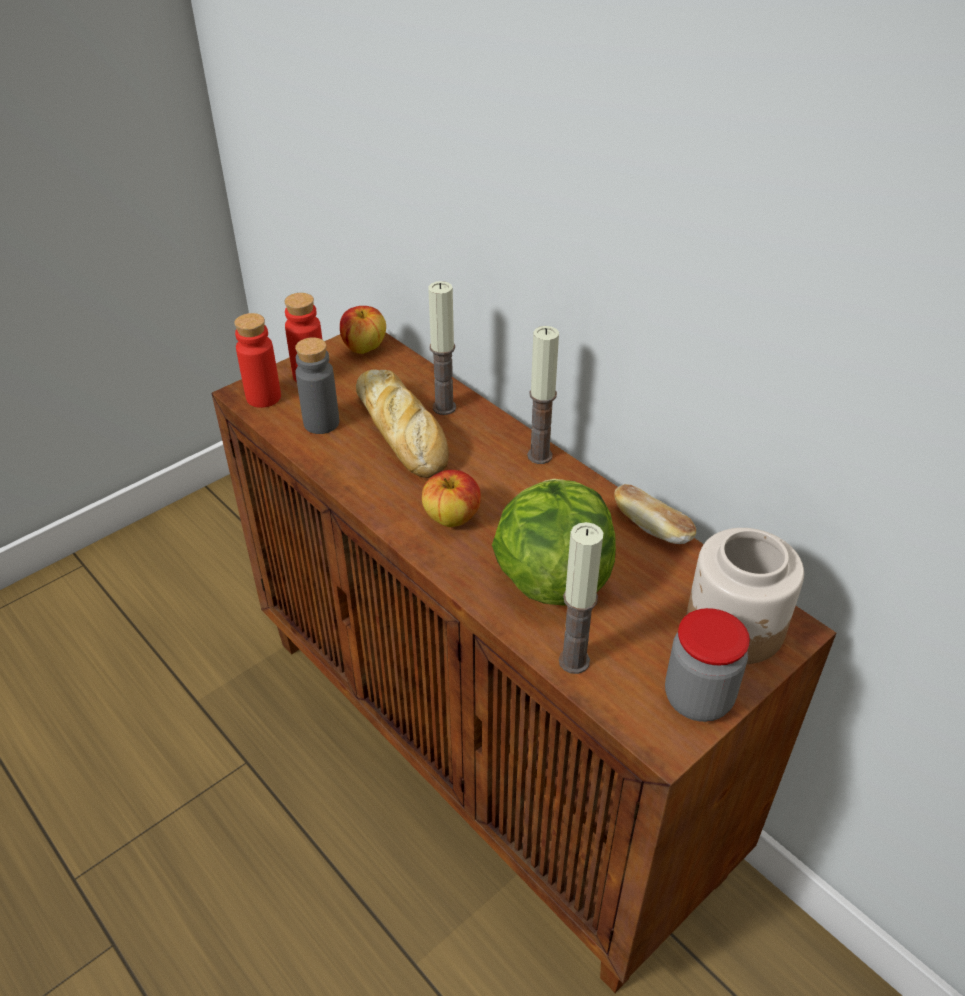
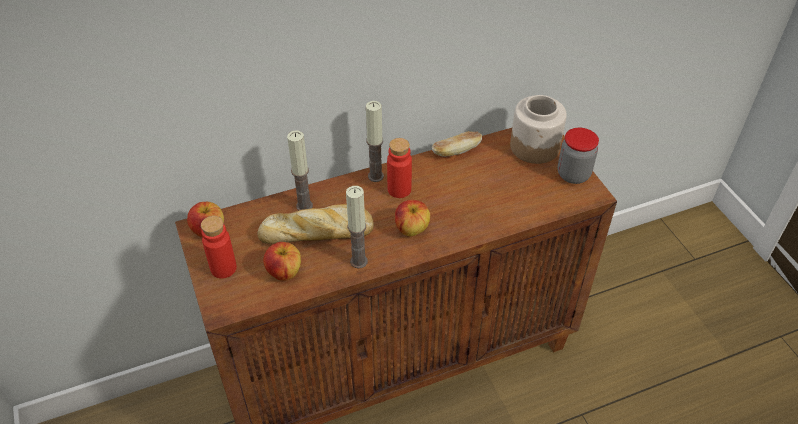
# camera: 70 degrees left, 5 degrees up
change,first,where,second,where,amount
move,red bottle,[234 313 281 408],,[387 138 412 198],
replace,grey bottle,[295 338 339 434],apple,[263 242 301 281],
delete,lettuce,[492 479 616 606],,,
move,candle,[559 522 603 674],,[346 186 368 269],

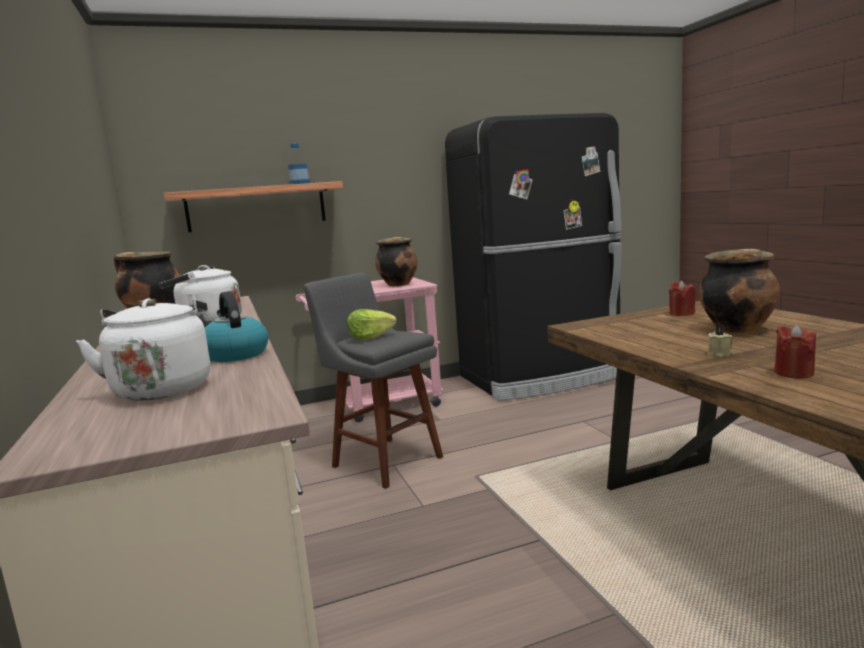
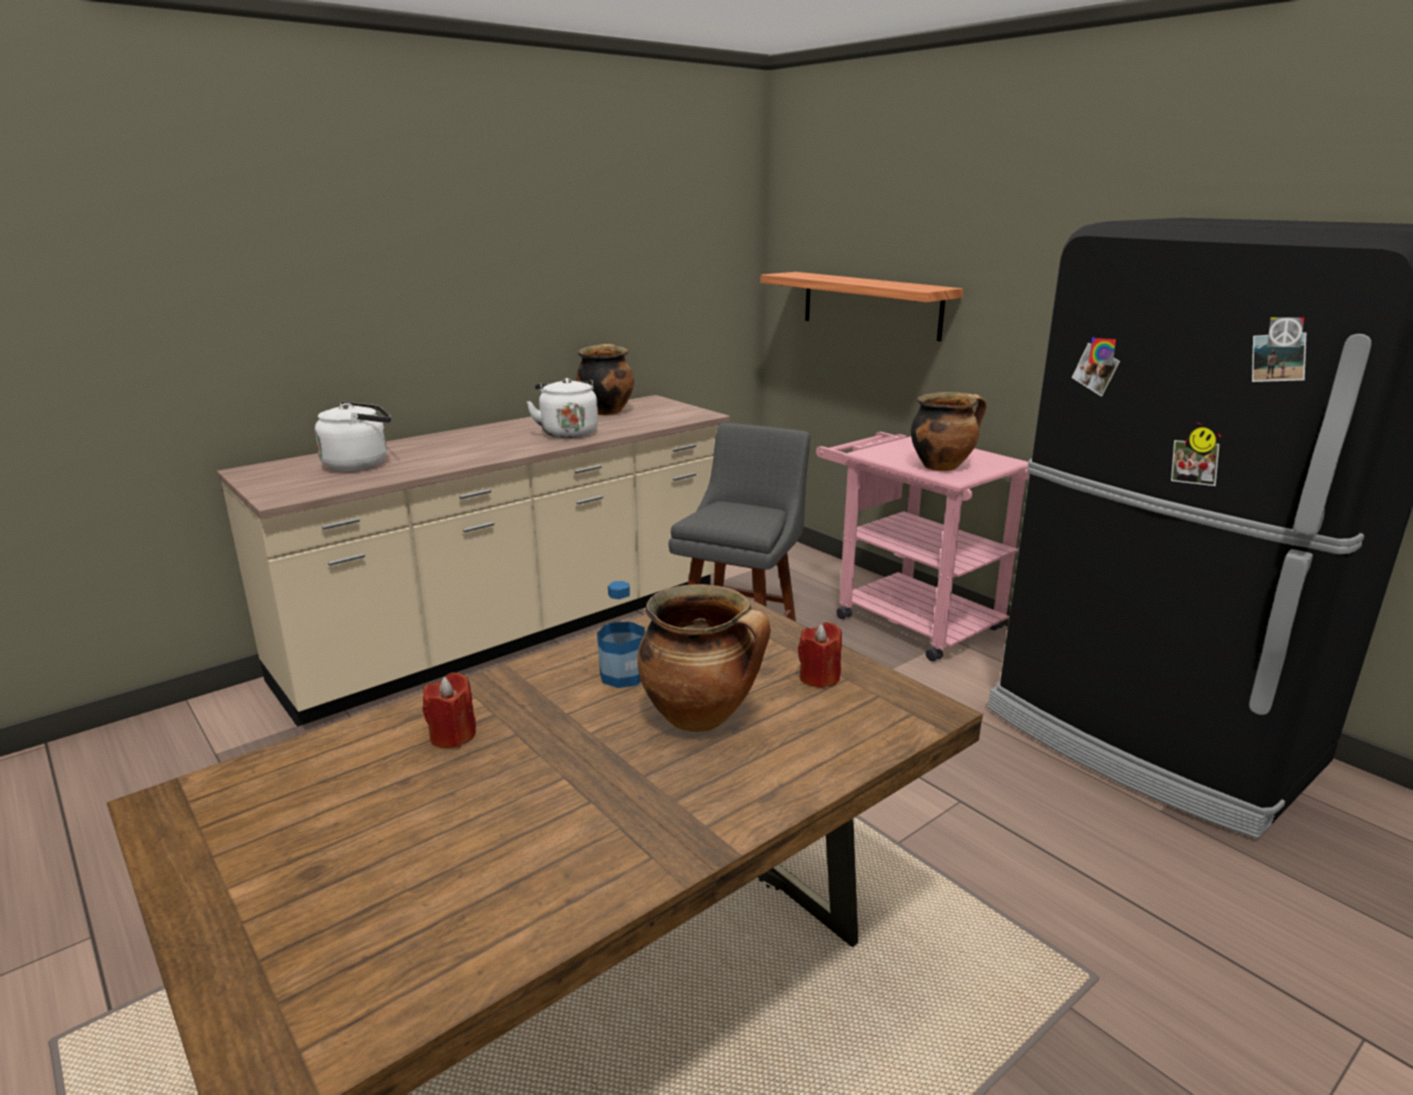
# camera: 70 degrees right, 10 degrees up
change,first,where,second,where,amount
move,bottle,[288 143 310 184],,[597 581 645 688],
delete,kettle,[204 291 269 362],,,
delete,lettuce,[347 309 397 340],,,
delete,beige candle,[708 325 734 357],,,

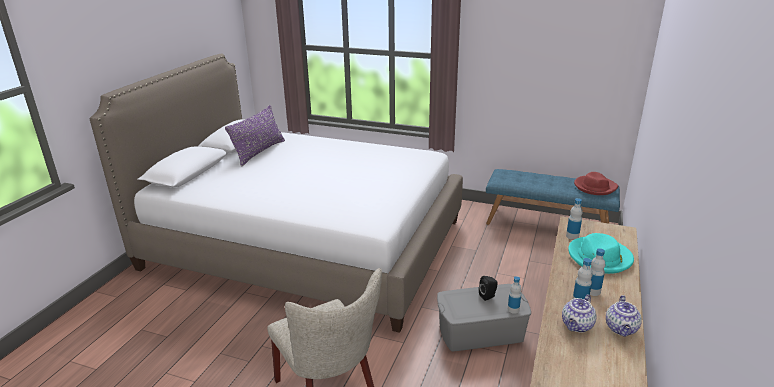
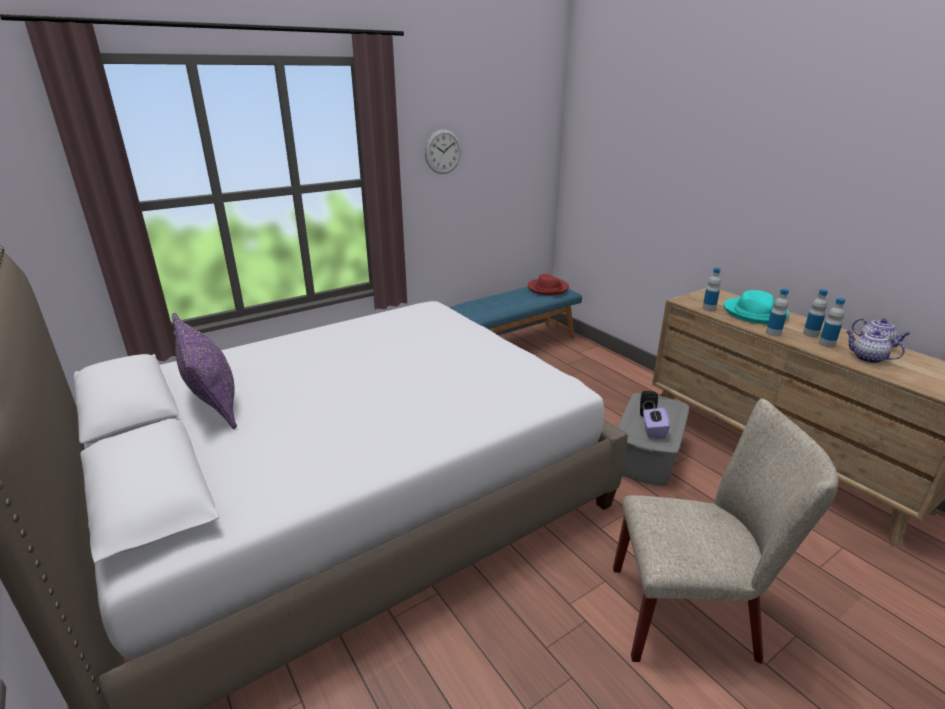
# camera: 55 degrees left, 0 degrees up
change,first,where,second,where,amount
move,bottle,[508 276 521 314],,[766 289 789 337],
rotate,teapot,[562 294 596 332],,[846 331 905 364],150 degrees clockwise
insert,,,wall clock,[425 129 461 174],
insert,,,purple tissue box,[643 408 670 439],

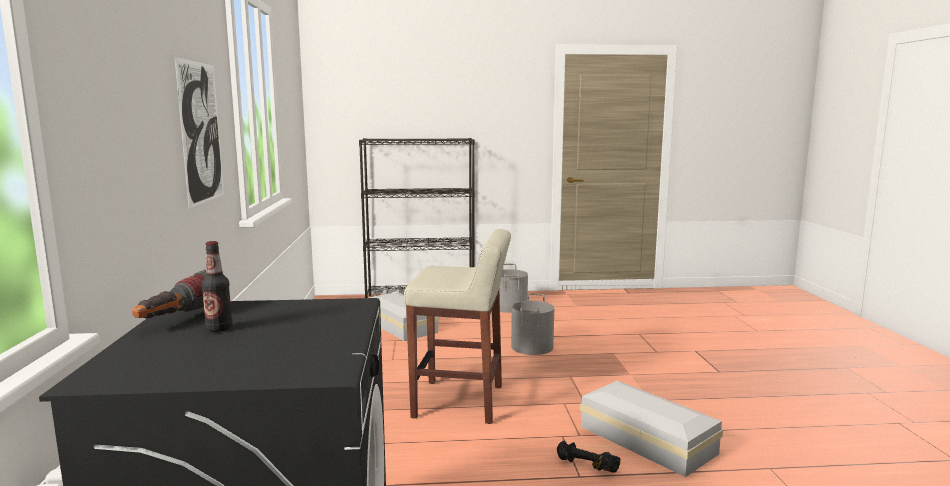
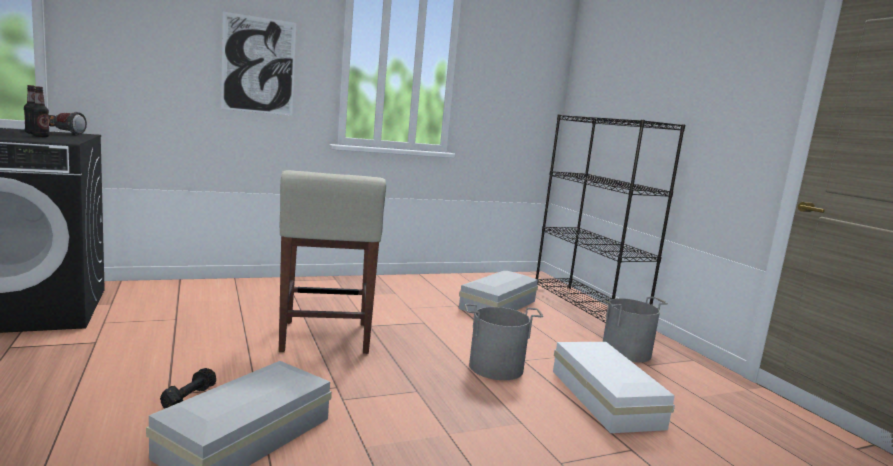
# camera: 70 degrees right, 0 degrees up
change,first,where,second,where,amount
insert,,,bottle,[31 86 50 137],
insert,,,white storage box,[553 342 675 433],

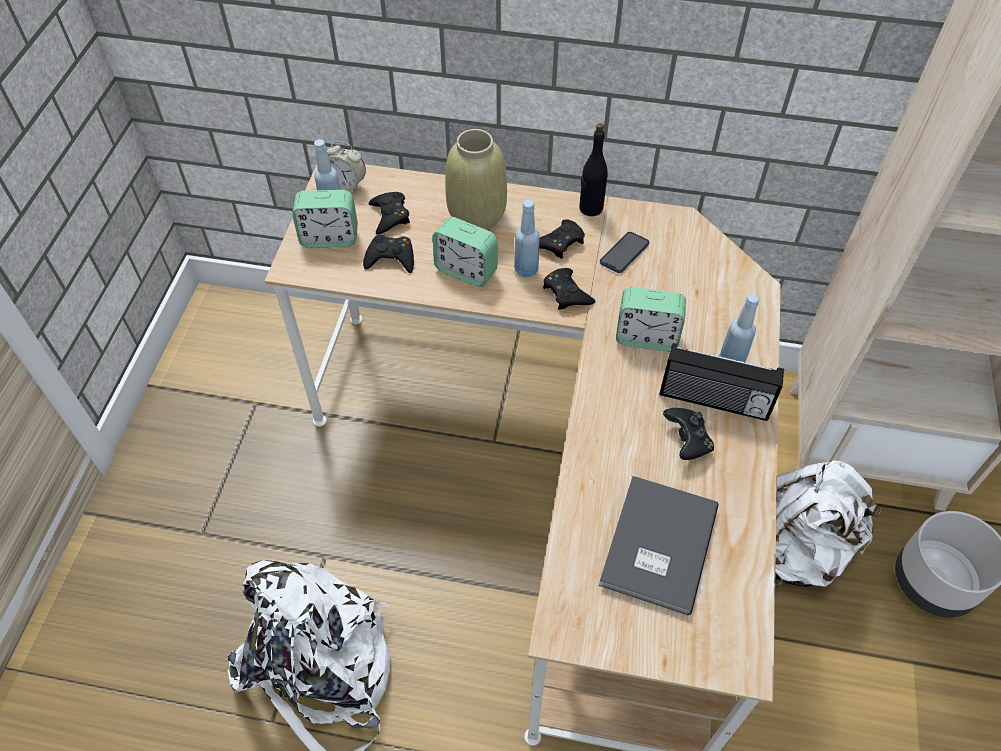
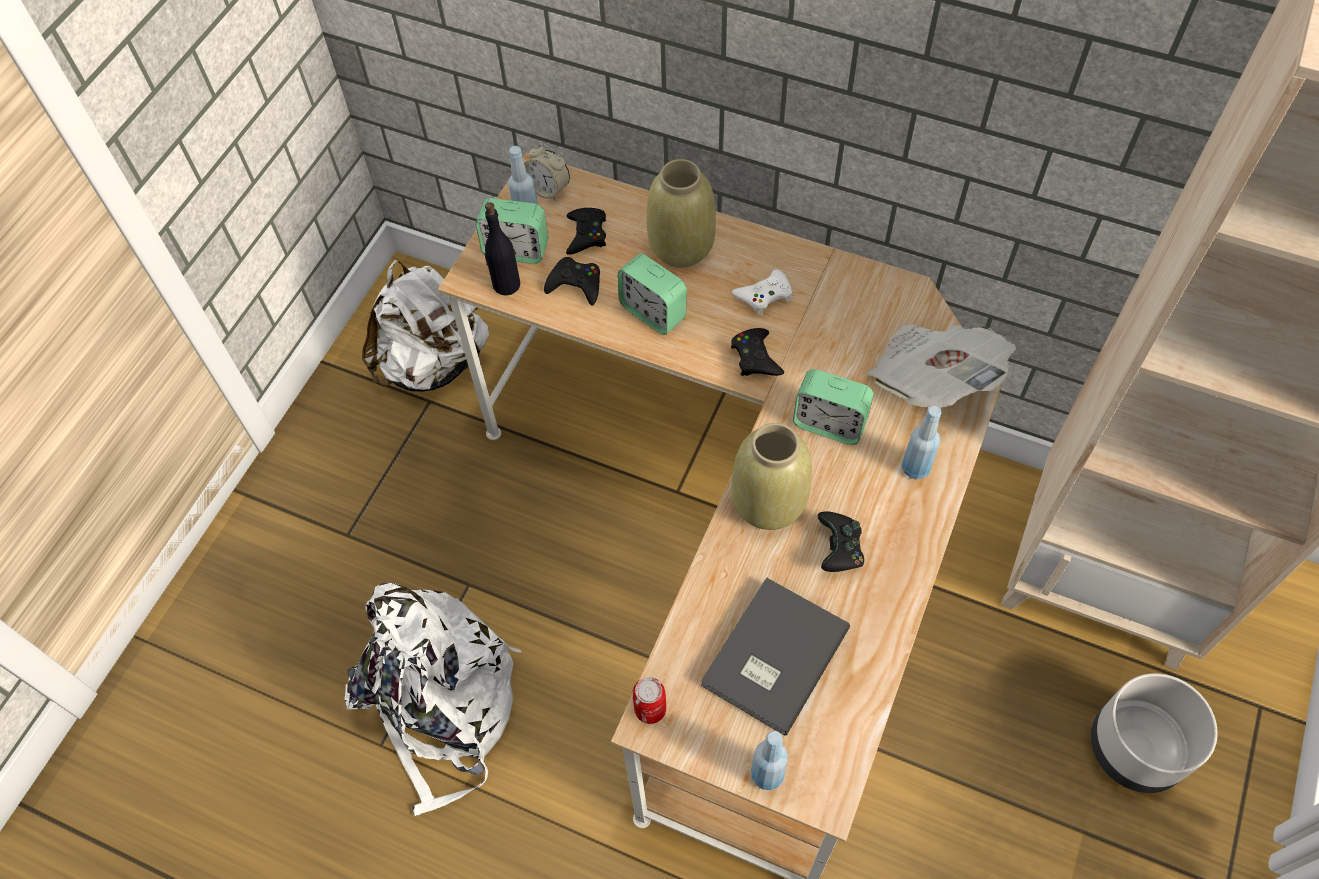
# camera: 15 degrees right, 5 degrees up
change,first,where,second,where,amount
move,black bottle,[579 123 608 216],,[485 202 520 295],
move,blue bottle,[514 200 540 277],,[751 731 788 790],
recolor,black game controller,[539 219 585 259],white game controller,[732 269 792 316],
delete,phone,[600 232 649 273],,,
delete,radio,[660 343 784 421],,,
move,white backpack,[775 461 882 588],,[362 260 489 392],
insert,,,newspaper,[866 324 1016 408],
insert,,,beige vase,[731 423 812 530],
insert,,,can,[632 677 666 724],

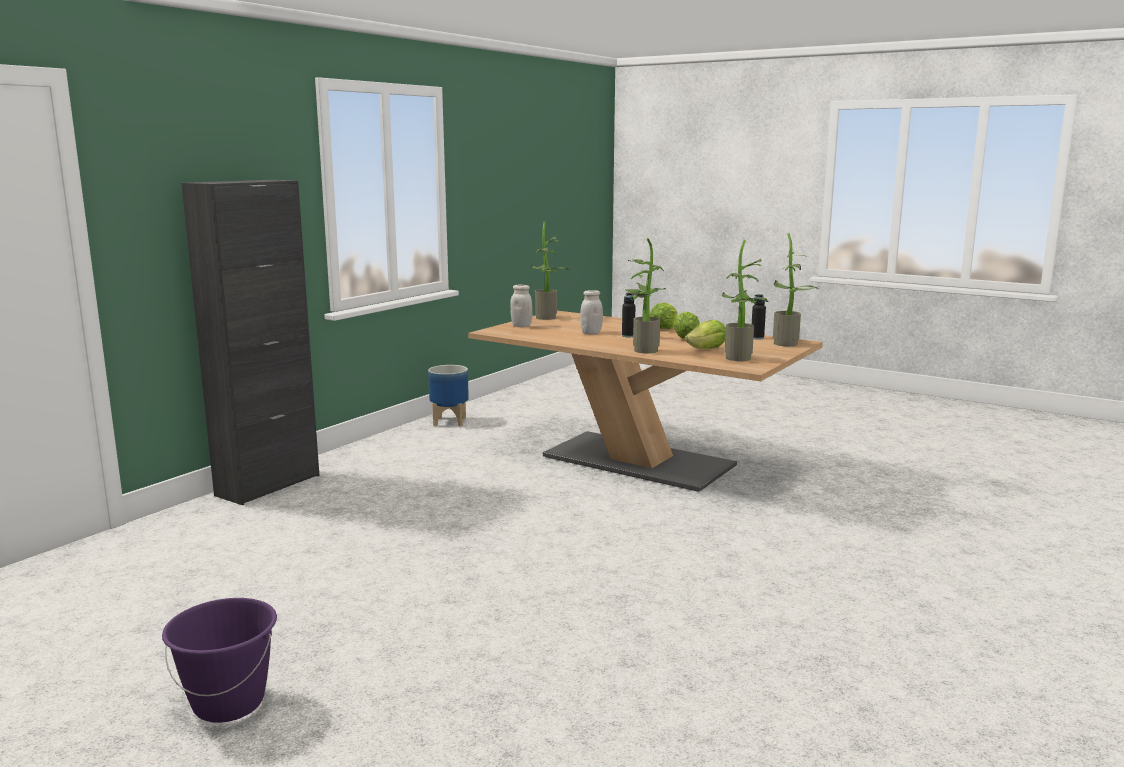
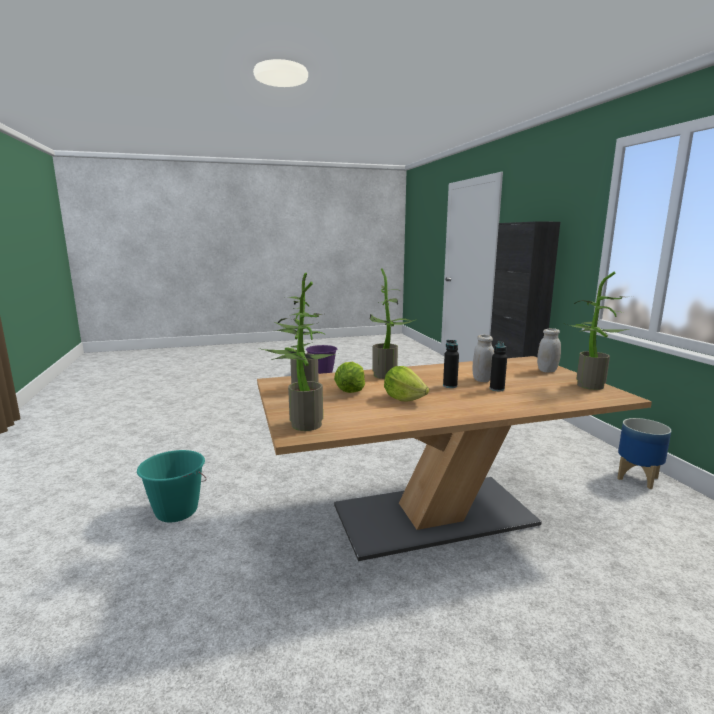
# camera: 130 degrees right, 0 degrees up
change,first,where,second,where,amount
move,black bottle,[752 294 766 340],,[490 341 507 391],
delete,lettuce,[650 303 677 329],,,
insert,,,turquoise bucket,[137 450 207 522],

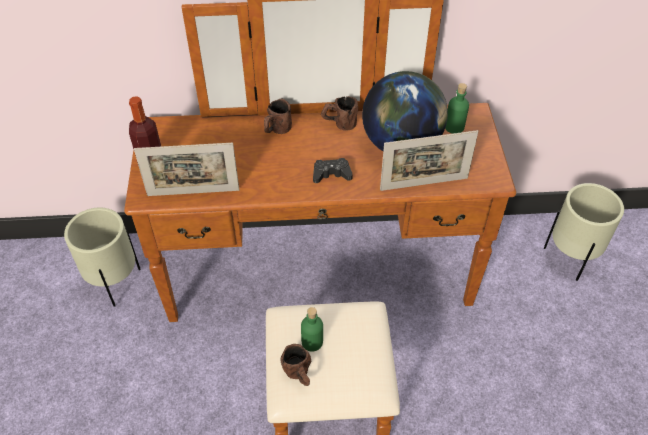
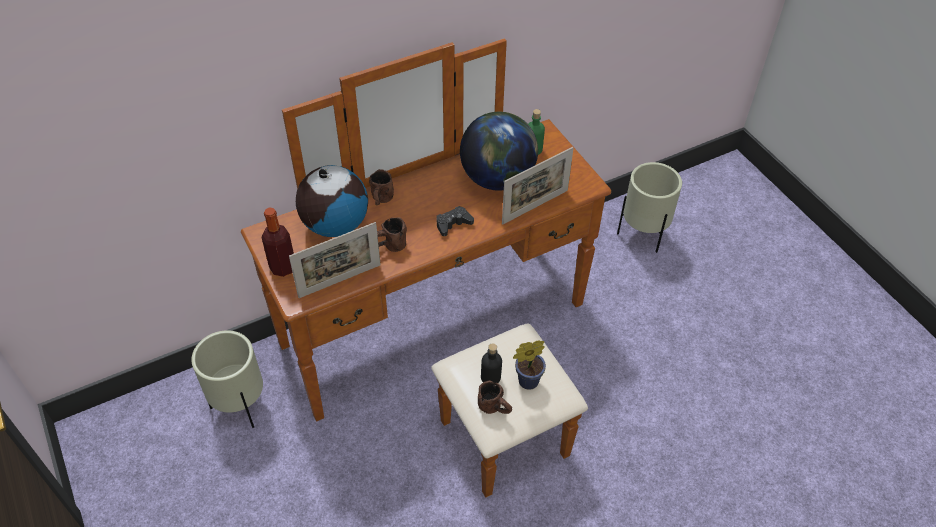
# camera: 25 degrees left, 0 degrees up
change,first,where,second,where,amount
move,brown mug,[321 96 358 131],,[377 217 407 252],
recolor,green bottle,[301 307 323 352],black bottle,[481 343 502 385],
insert,,,globe,[296 165 368 237],
insert,,,potted plant,[513 340 546 390],

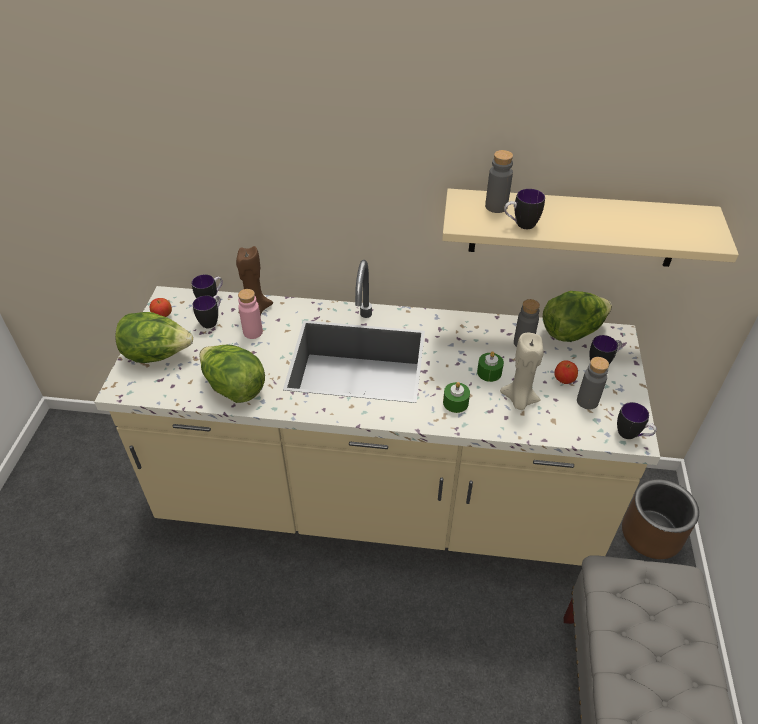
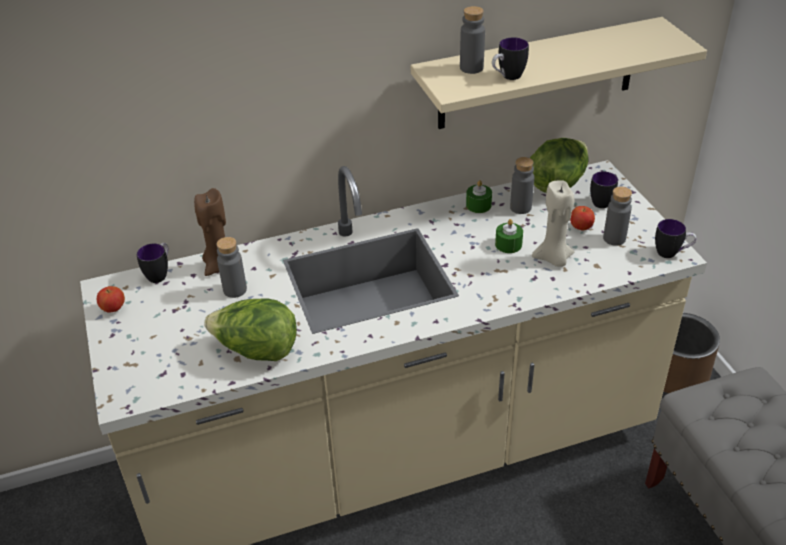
# camera: 25 degrees left, 5 degrees down
change,first,where,second,where,amount
recolor,pink bottle,[238 289 263 339],grey bottle,[216 237 247 298],
delete,mug,[193 295 221 328],,,
delete,lettuce,[115 312 193 363],,,
move,green candle,[443 382 470 413],,[466 180 492 213],

